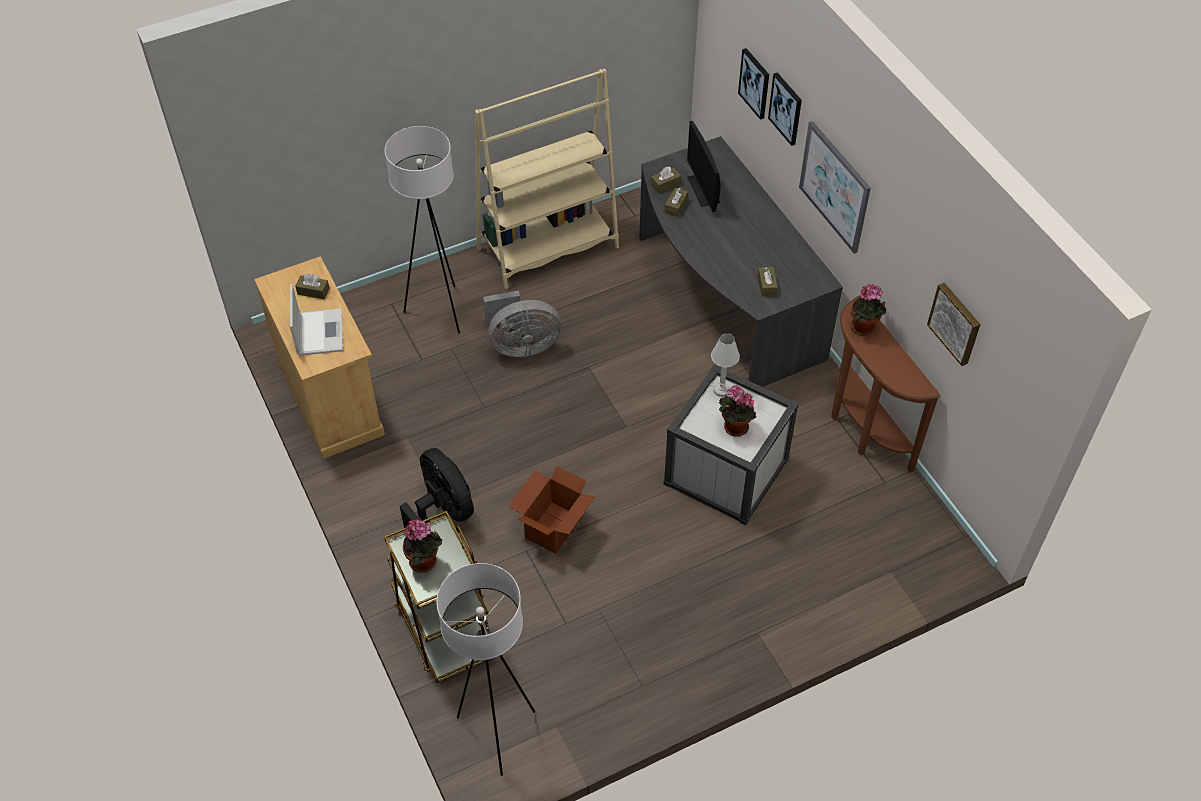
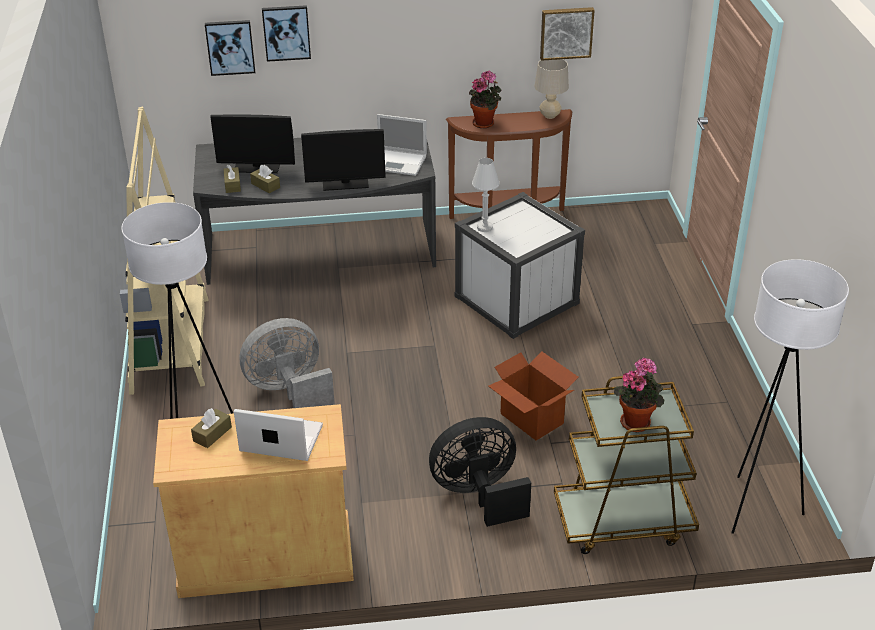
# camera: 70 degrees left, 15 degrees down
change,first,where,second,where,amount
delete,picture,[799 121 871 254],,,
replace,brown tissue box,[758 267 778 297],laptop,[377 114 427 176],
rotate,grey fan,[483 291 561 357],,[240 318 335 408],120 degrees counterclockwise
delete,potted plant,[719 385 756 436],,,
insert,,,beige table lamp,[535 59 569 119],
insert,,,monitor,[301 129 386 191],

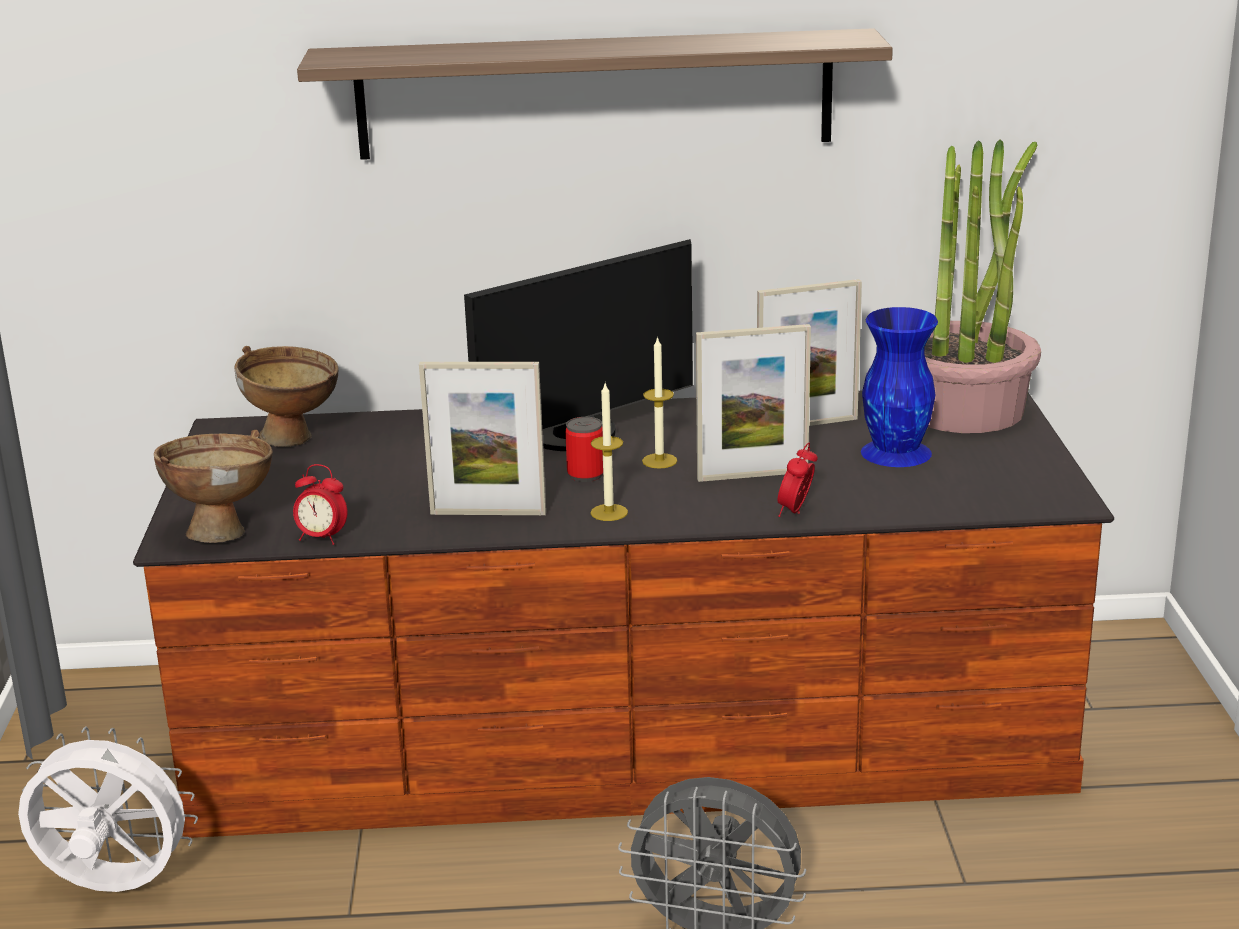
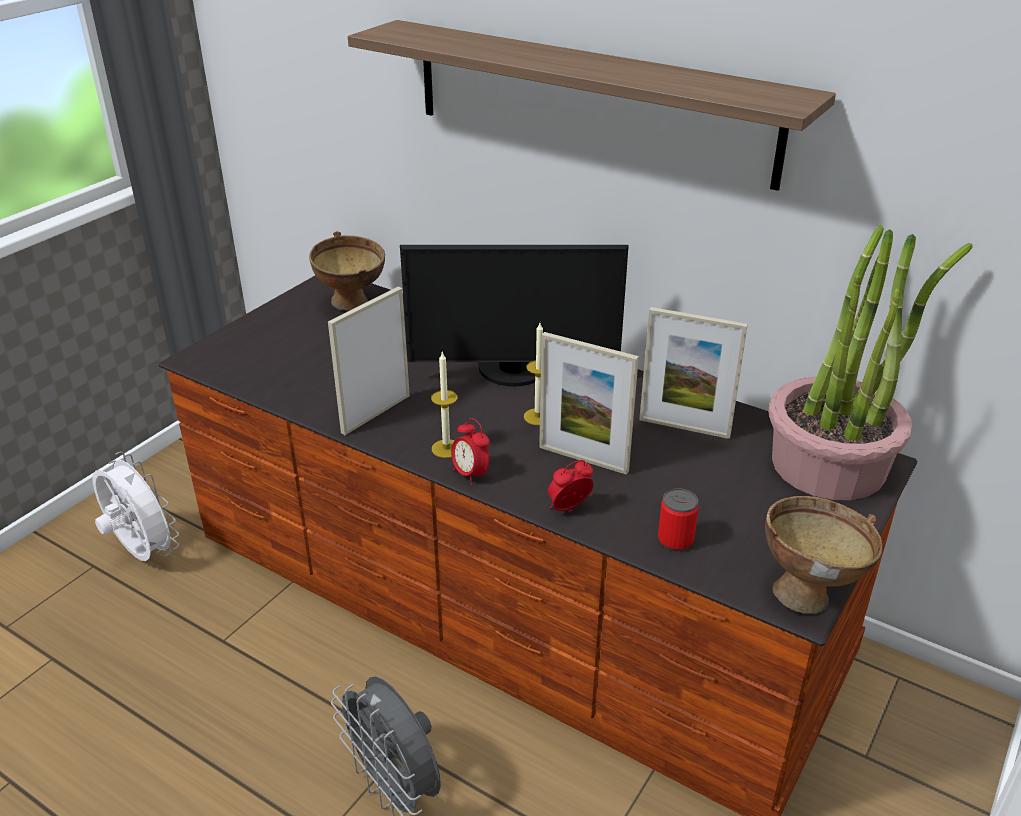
# camera: 35 degrees right, 10 degrees up
change,first,where,second,where,amount
delete,blue vase,[861 307 938 467],,,
rotate,picture frame,[419 362 546 515],,[328 287 410 435],90 degrees clockwise
move,can,[565 417 603 482],,[658 488 699 551],
move,brown bowl,[154 430 273 543],,[765 496 883 614],
move,alarm clock,[293 464 348 545],,[451 418 490 485],

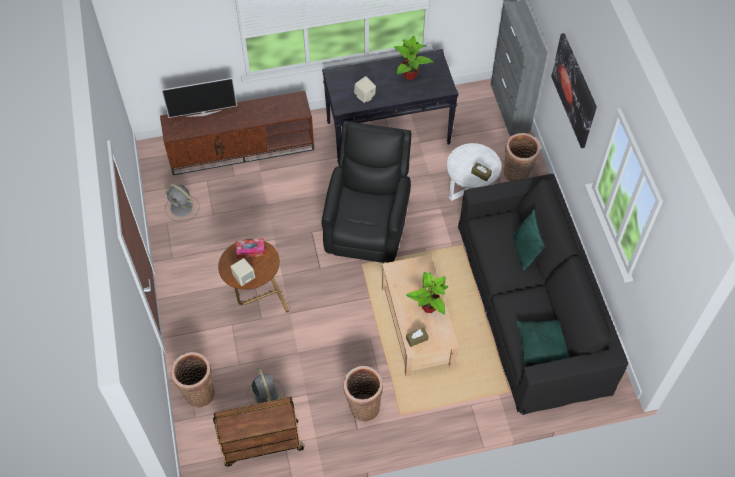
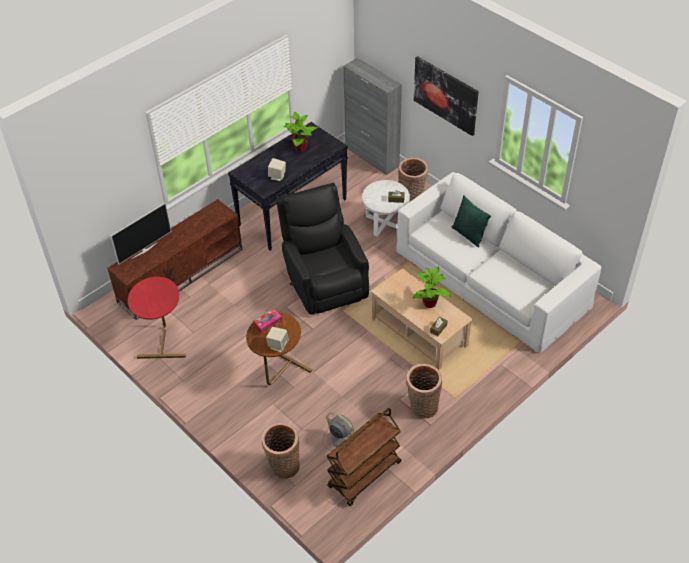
# camera: 30 degrees left, 10 degrees down
change,first,where,second,where,amount
recolor,black sofa,[458 174 628 415],white sofa,[396 172 602 353],
replace,grey fan,[164 183 200 222],red side table,[128 277 186 359],
delete,green pillow,[516 320 569 364],,,

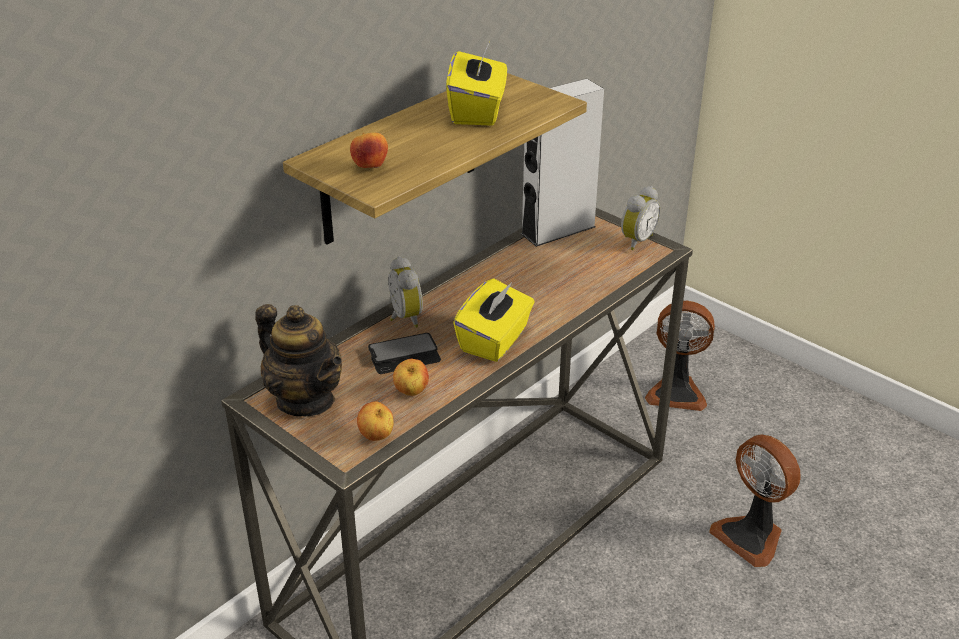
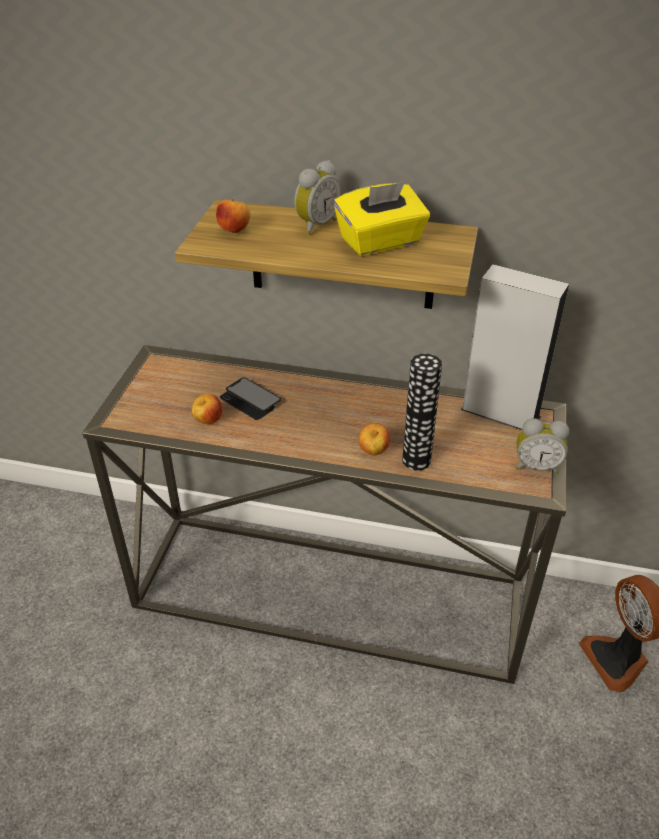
# camera: 60 degrees right, 5 degrees up
change,first,where,second,where,amount
move,alarm clock,[388 256 423 328],,[294 160 341 235],
delete,yellow tissue box,[453 278 535 362],,,
delete,teapot,[255 304 342 416],,,
move,apple,[357 401 394 441],,[359 423 390 455],
delete,fan,[709 434 801 567],,,
insert,,,vase,[402 354 442 471],

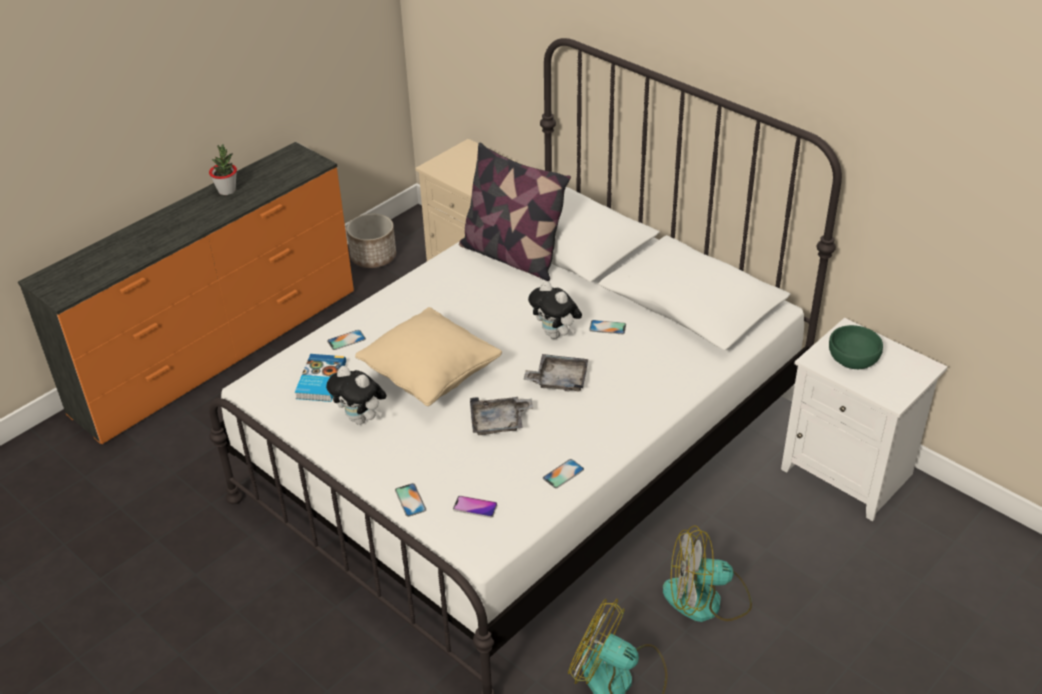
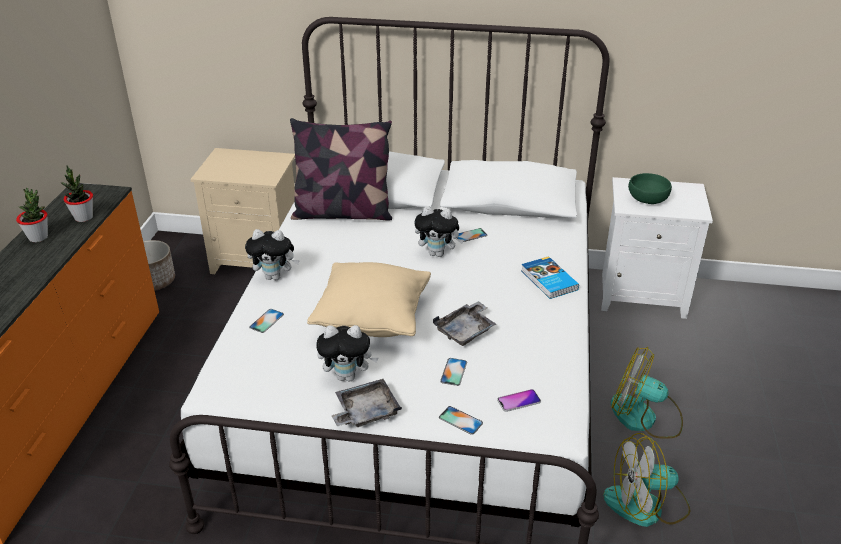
# camera: 35 degrees left, 5 degrees down
change,first,where,second,where,amount
move,book,[295 354 346 402],,[521 256 579 299],
move,grey tray,[523 354 588 391],,[332 379 402 427],
move,phone,[543 459 584 488],,[440 358 467 386],
rotate,fan,[663 525 752 622],,[611 347 683 439],60 degrees clockwise
insert,,,potted plant,[61 166 93 222],
insert,,,plush toy,[245 229 300 280],

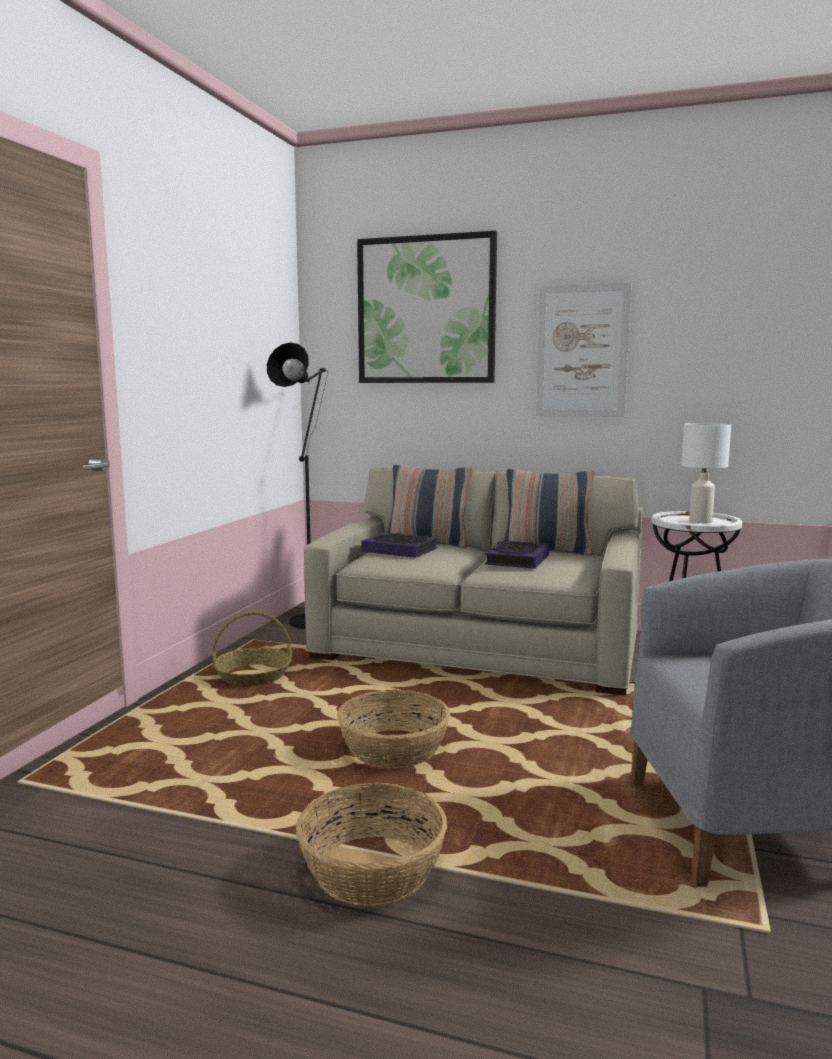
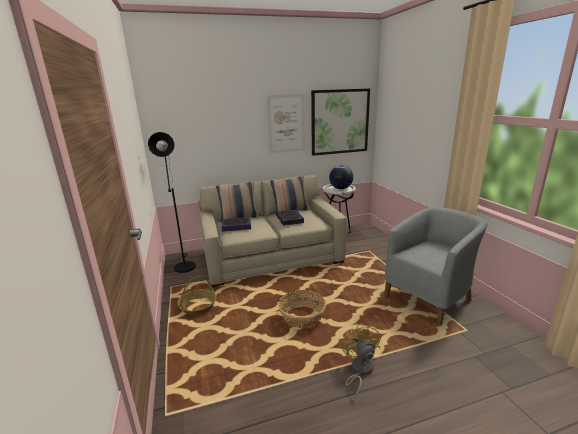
# camera: 35 degrees left, 10 degrees up
change,first,where,second,where,amount
move,picture,[357 231 497 383],,[311 88 370 156],
replace,white table lamp,[681 423 731 523],globe,[329 165 353 189],
replace,basket,[296 783 447 906],yellow fan,[342 323 381 399],

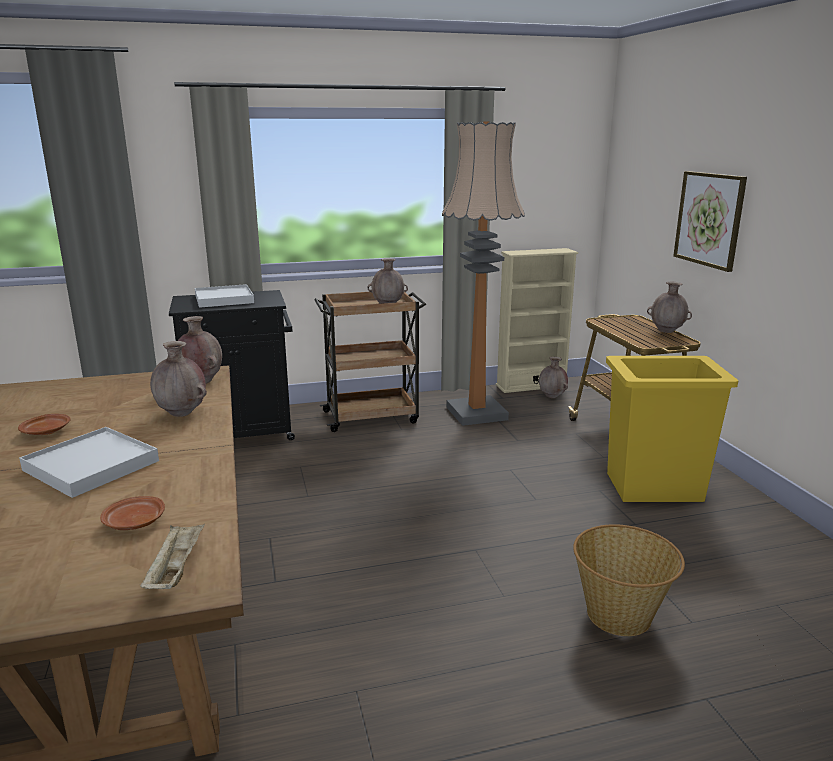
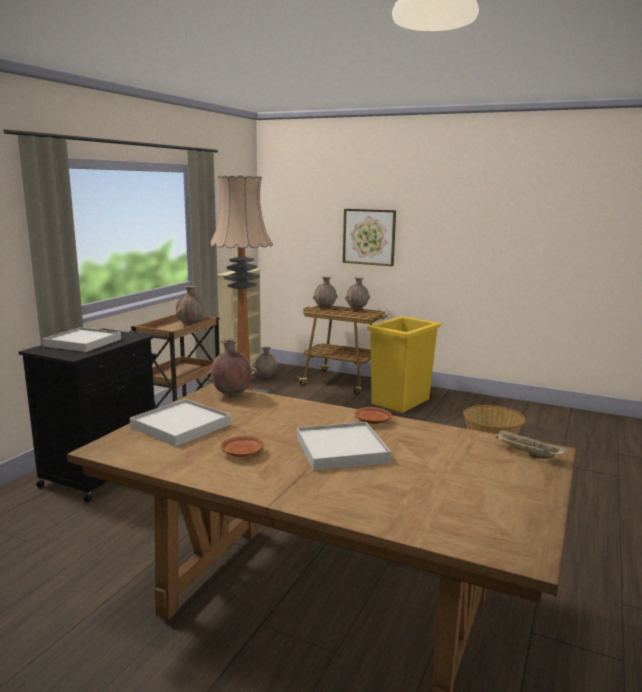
# camera: 50 degrees left, 5 degrees down
change,first,where,second,where,amount
move,brown vase,[150 341 207 417],,[313 277 338 309],
move,brown plate,[100 496 165 530],,[354 407 392 424],
insert,,,white tray,[130 399 231 447],

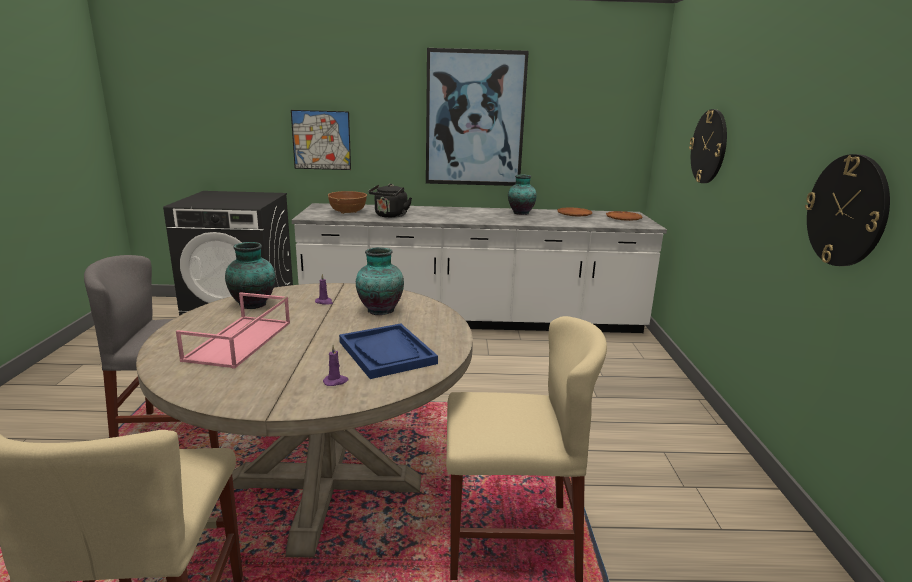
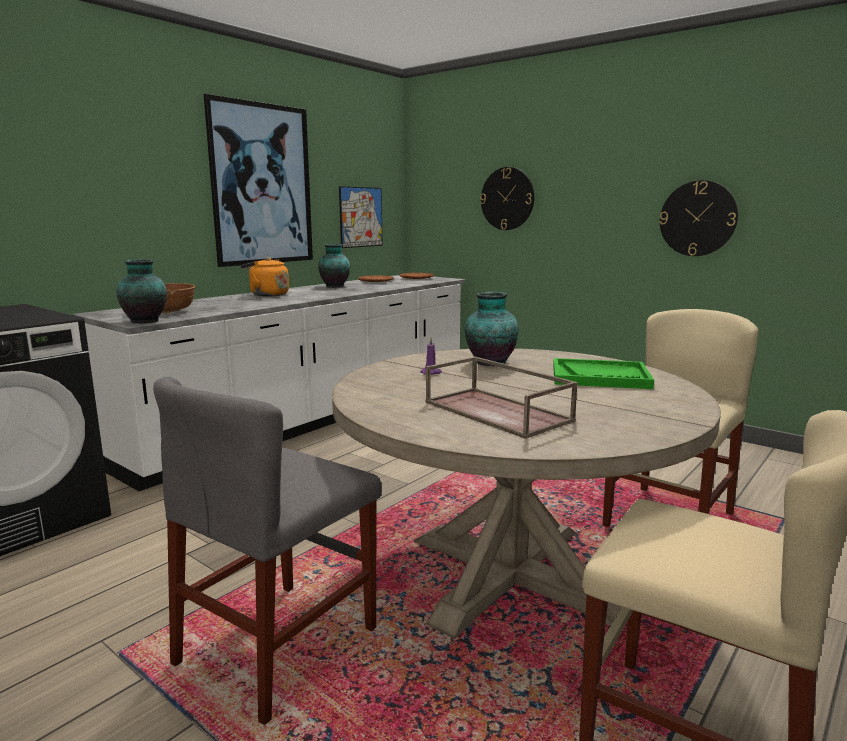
# camera: 50 degrees left, 5 degrees down
change,first,where,second,where,amount
move,picture,[291 110 351 170],,[339 186 383 248],
delete,black kettle,[369 184 412 218],,,
move,vase,[225 242 275 309],,[116 259 167 324],
recolor,pink tray,[176 292 290 369],brown tray,[425 356 578 439],
recolor,blue tray,[339 324 438 379],green tray,[553 358 654 389],
delete,purple candle,[323 345 348 386],,,
insert,,,orange kettle,[240 257 289 296],

